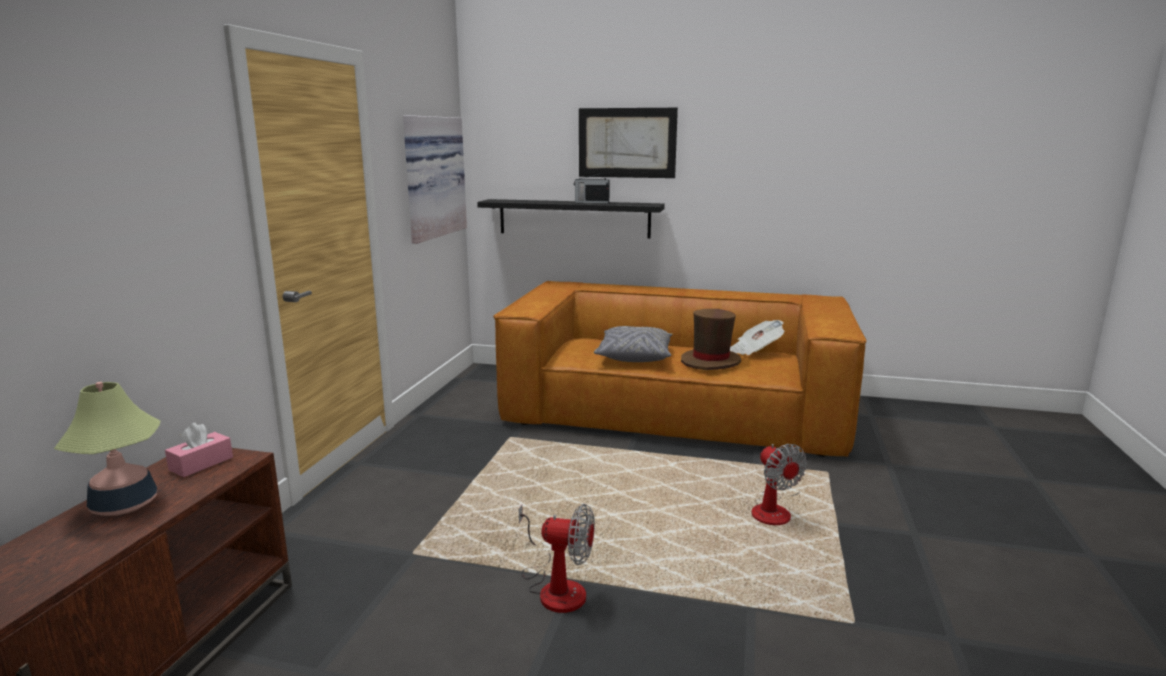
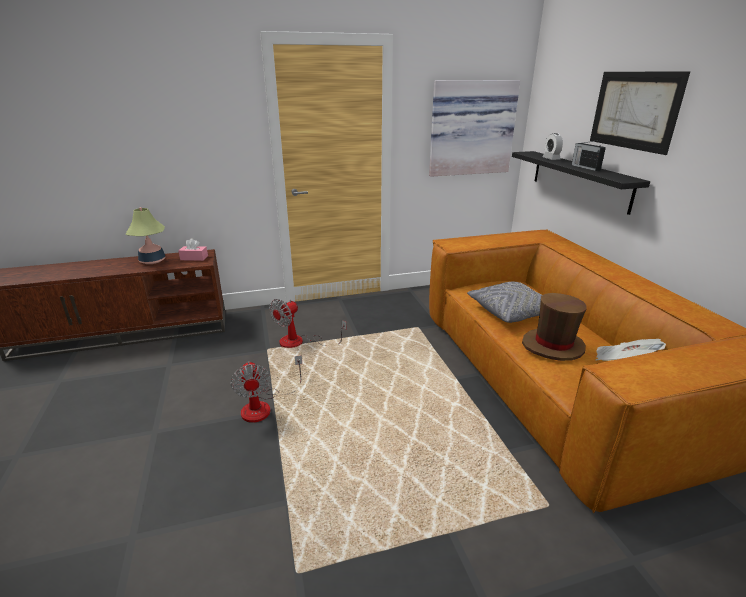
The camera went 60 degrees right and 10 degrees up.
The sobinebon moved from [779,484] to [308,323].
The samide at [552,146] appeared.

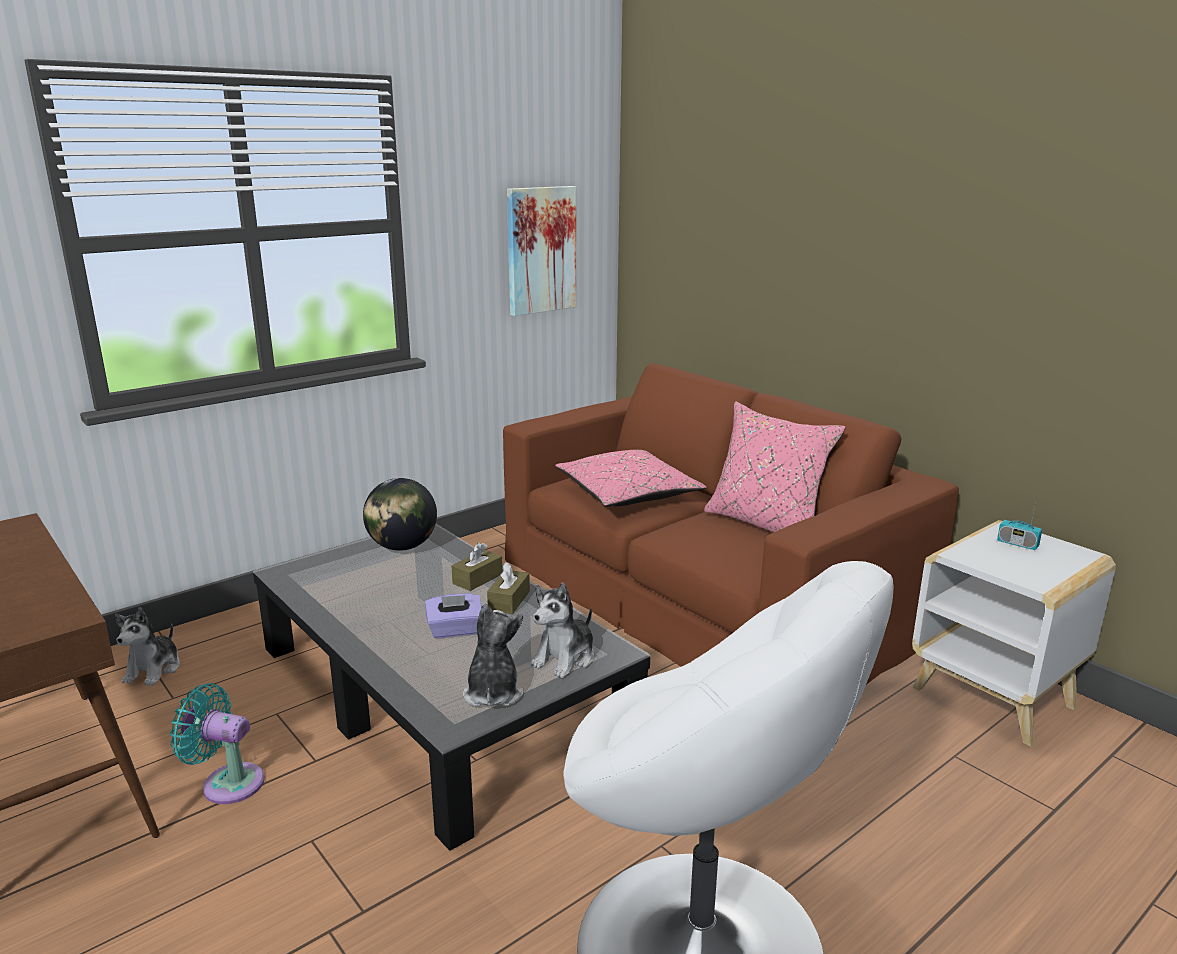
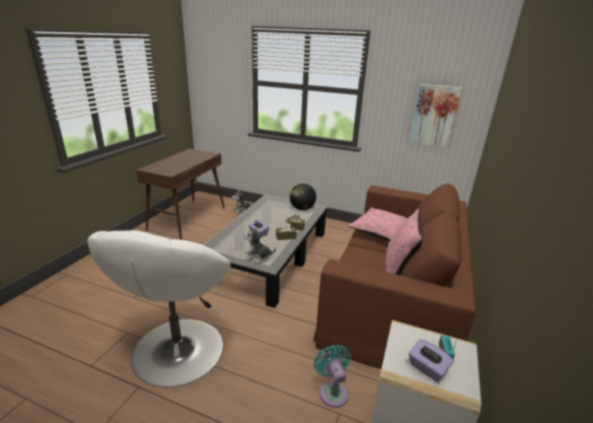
The camera went 60 degrees right and 5 degrees up.
The sobinebon (turquoise) moved from [217,743] to [332,376].
The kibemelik at [493,655] disappeared.
The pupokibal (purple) at [431,360] appeared.

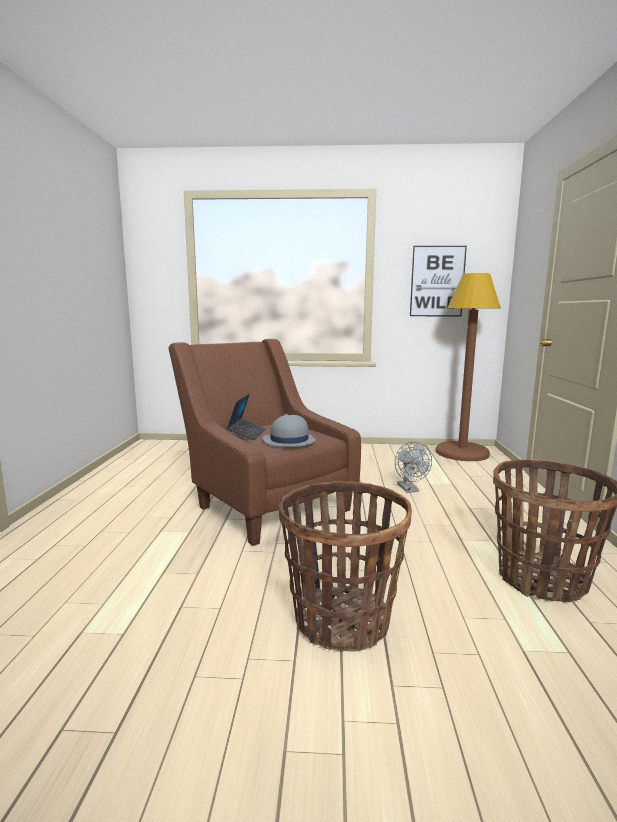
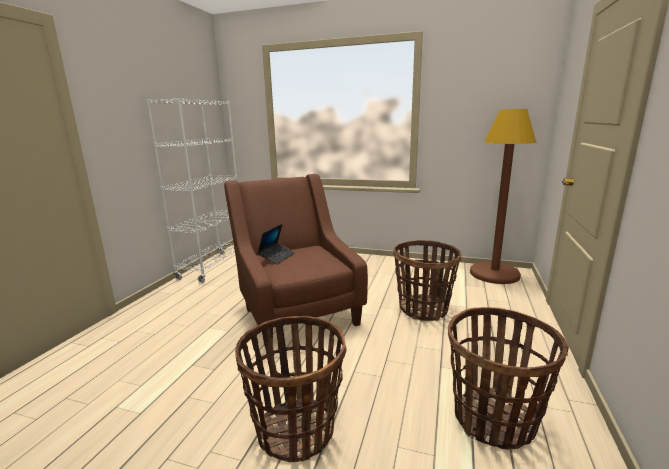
The camera went 15 degrees right and 5 degrees up.
The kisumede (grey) at [289,430] disappeared.
The sobinebon (grey) at [413,467] was replaced by the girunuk at [427,280].
The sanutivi at [438,281] disappeared.
The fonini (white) at [192,190] appeared.

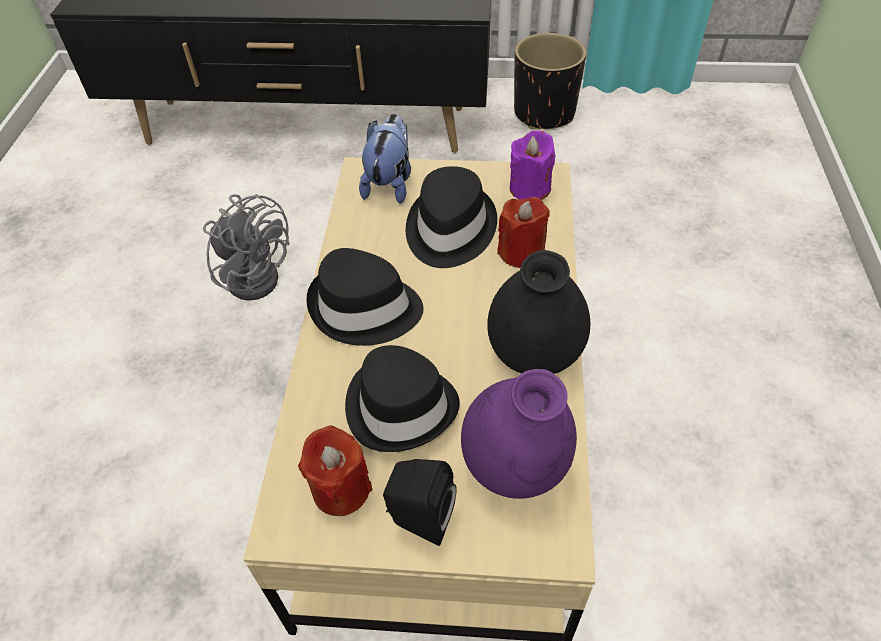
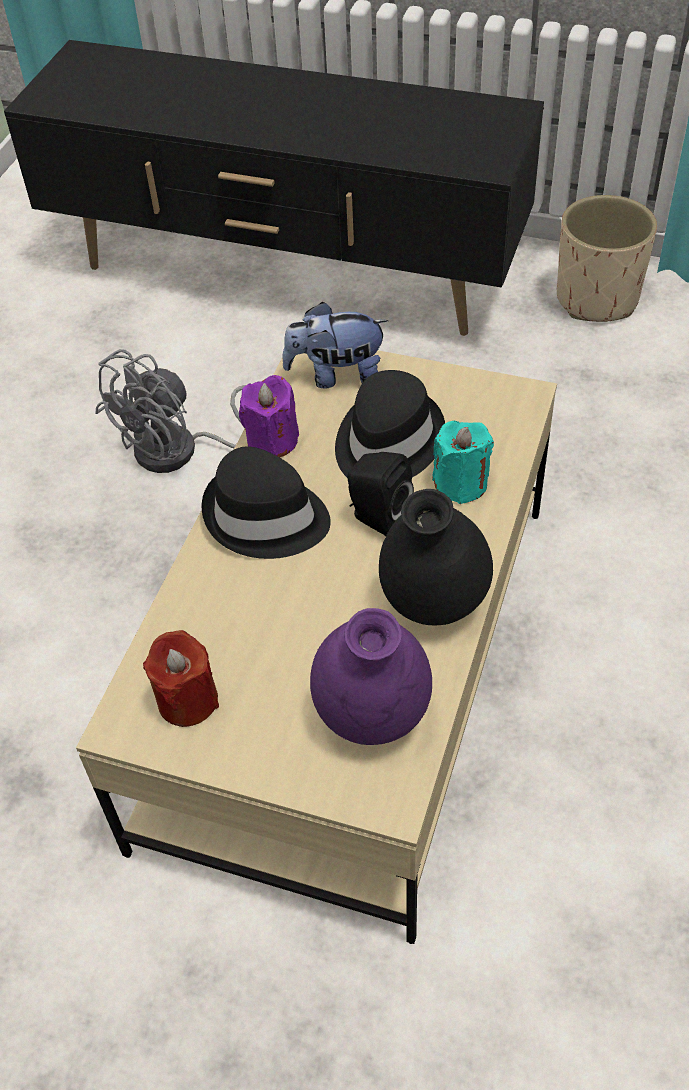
The camera went 15 degrees right and 0 degrees up.
The sobinebon (grey) at [246,247] turned 75 degrees clockwise.
The kisumede (black) at [402,398] disappeared.
The kibemelik at [385,159] turned 120 degrees counterclockwise.
The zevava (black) moved from [420,502] to [380,494].
The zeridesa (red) at [523,232] became the zeridesa (turquoise) at [463,462].
The zeridesa (purple) moved from [532,165] to [269,416].
The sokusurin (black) at [550,81] became the sokusurin (beige) at [607,258].

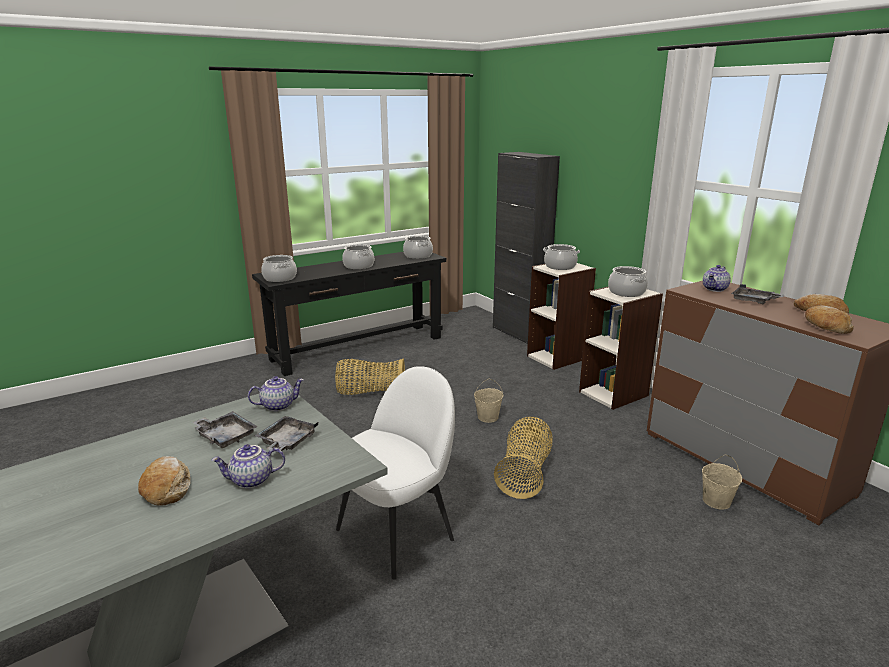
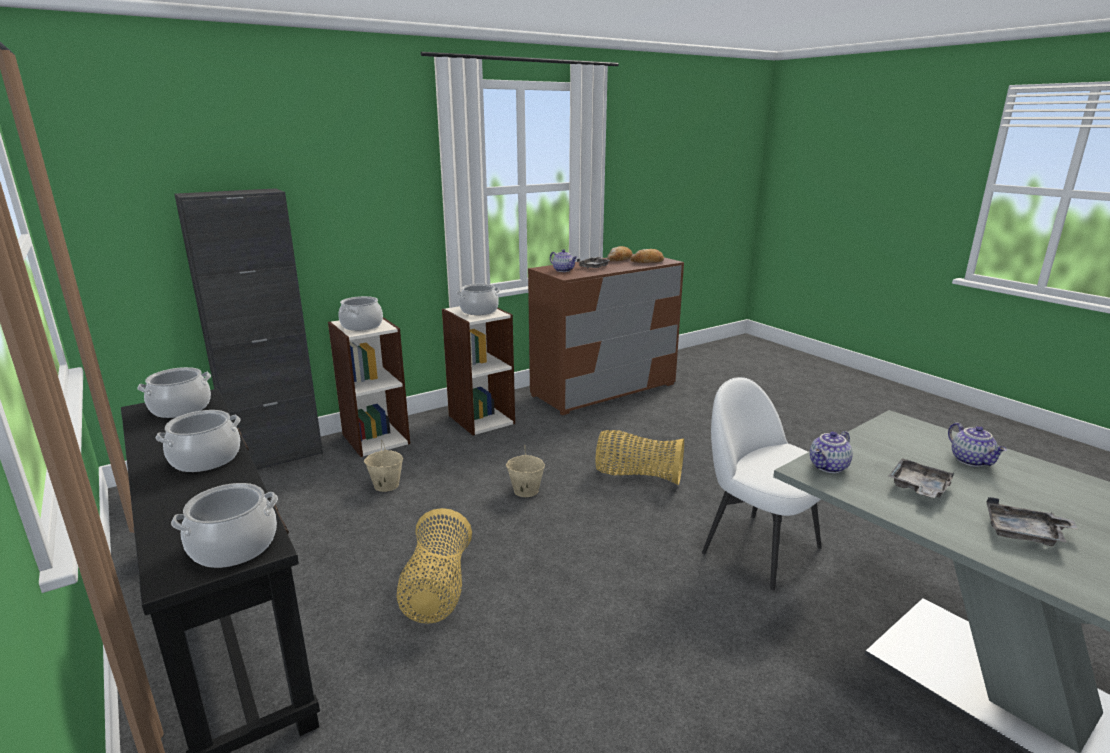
The camera went 90 degrees left and 0 degrees up.
The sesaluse at [164,480] disappeared.
The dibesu at [276,393] turned 105 degrees counterclockwise.
The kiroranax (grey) moved from [286,434] to [1032,521].
The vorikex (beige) moved from [722,481] to [383,466].

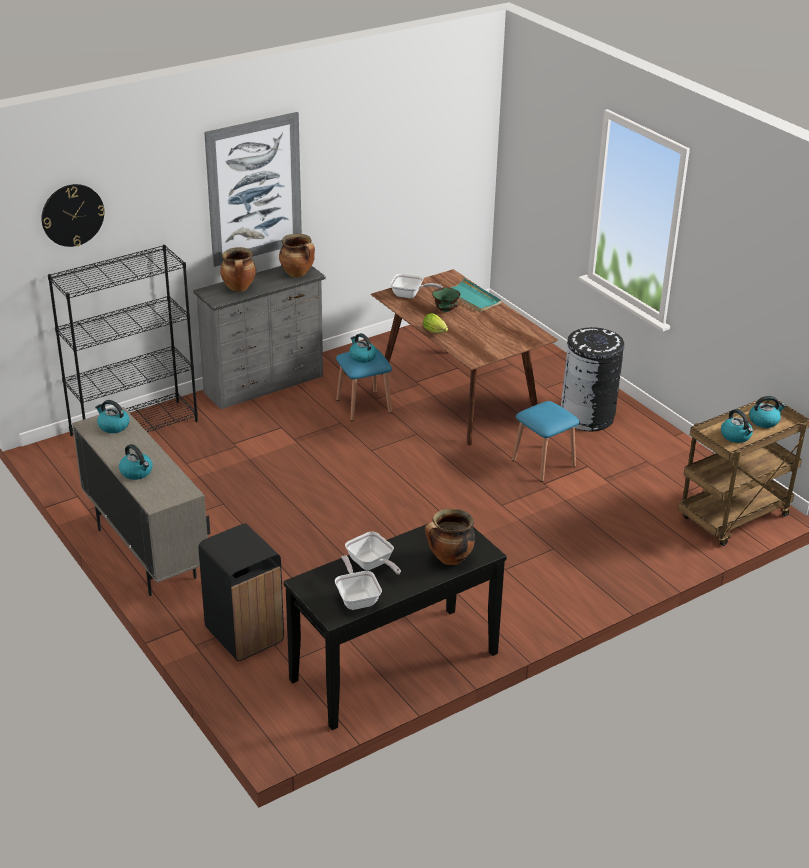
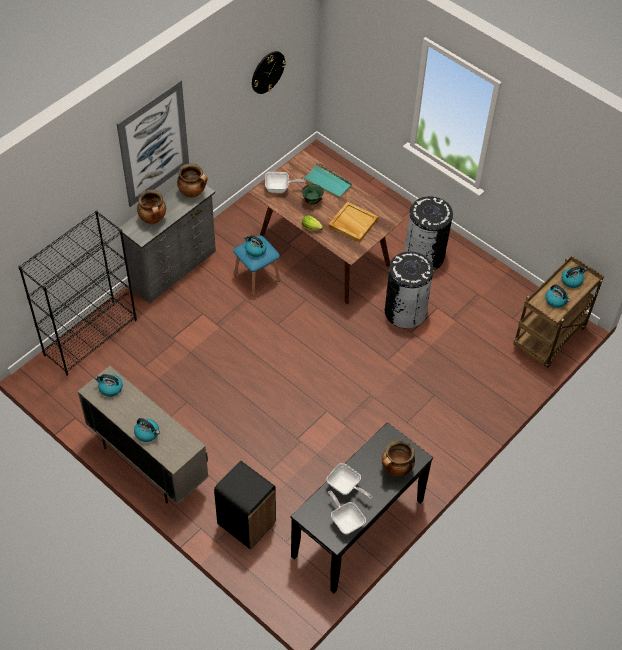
The camera went 15 degrees left and 20 degrees up.
The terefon moved from [73,215] to [269,72].
The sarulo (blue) at [546,441] was replaced by the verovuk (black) at [409,290].
The kiroranax (beige) at [353,222] appeared.

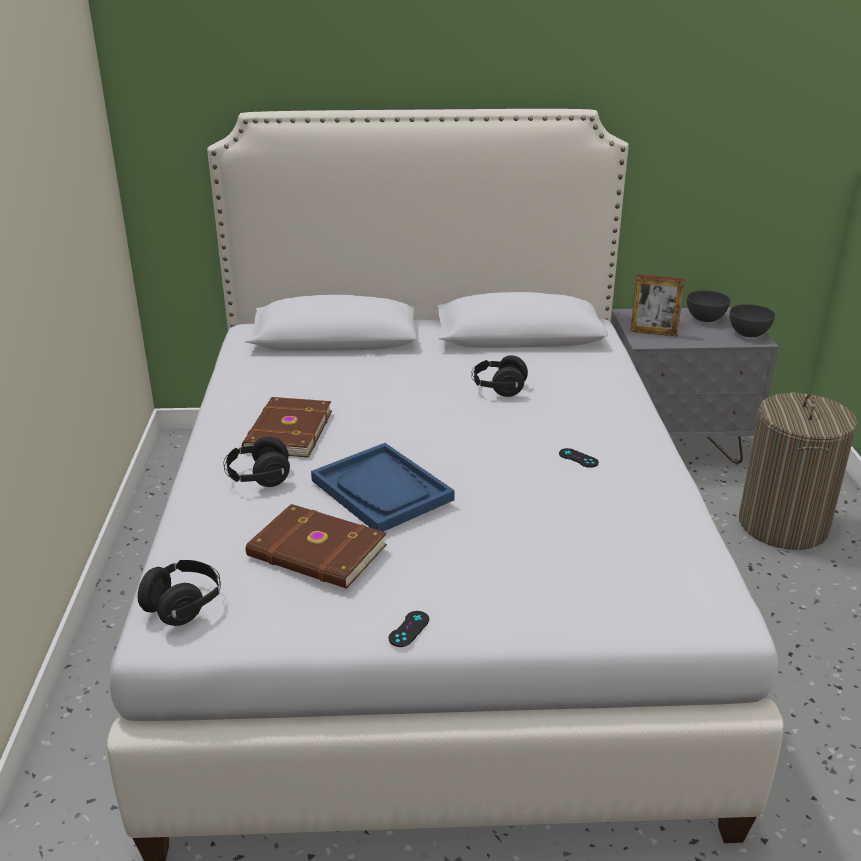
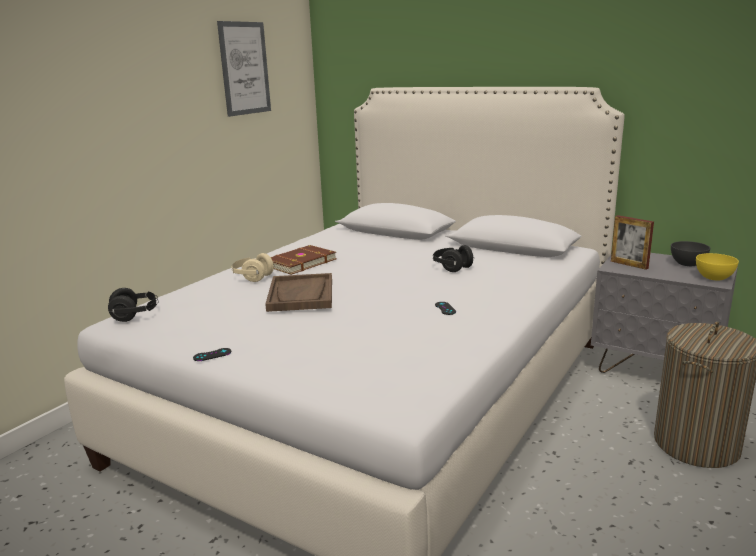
The camera went 35 degrees right and 10 degrees down.
The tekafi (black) at [256,462] became the tekafi (beige) at [252,267].
The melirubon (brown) at [316,546] disappeared.
The kiroranax (blue) at [383,487] became the kiroranax (brown) at [298,292].
The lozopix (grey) at [752,320] became the lozopix (yellow) at [717,266].
The sanutivi at [244,69] appeared.

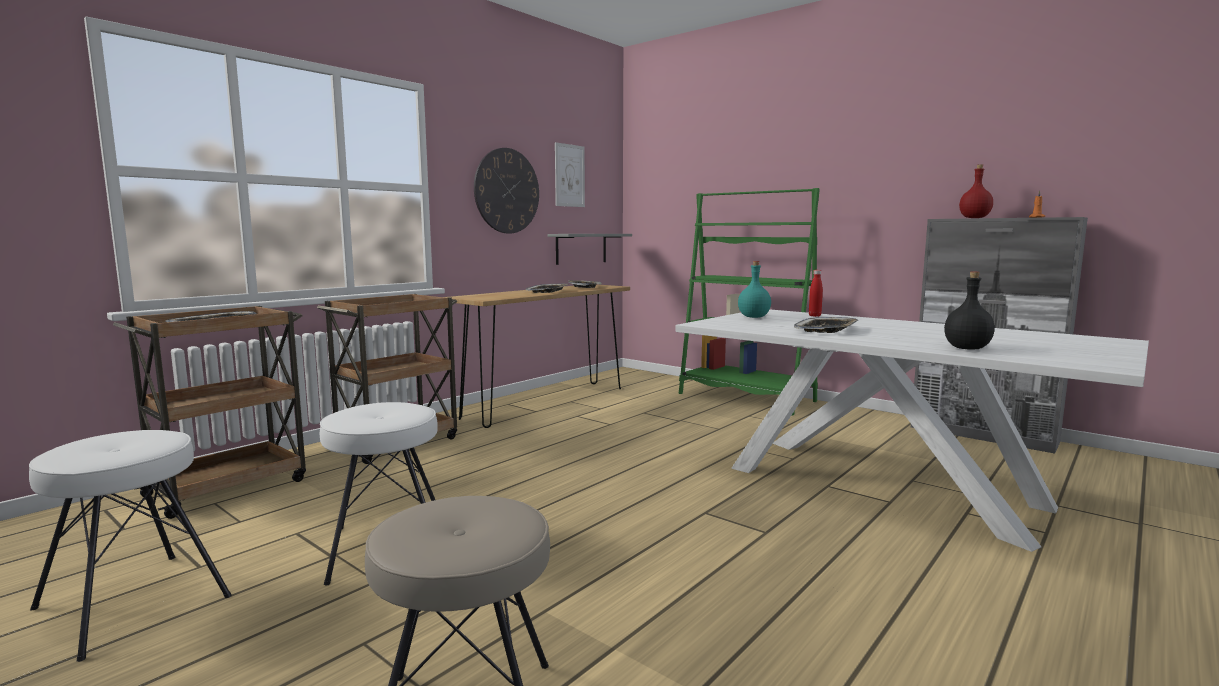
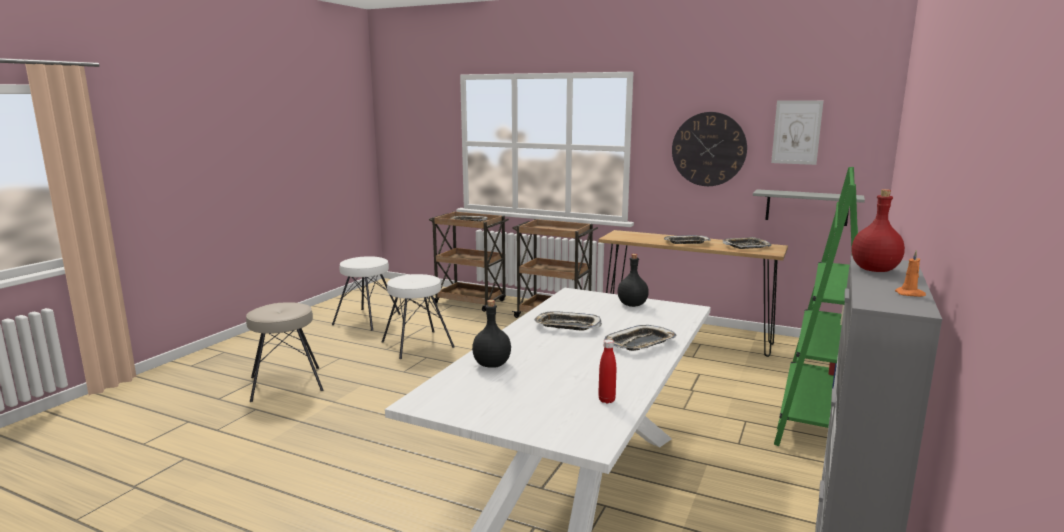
The camera went 75 degrees right and 5 degrees up.
The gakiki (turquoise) at [754,289] became the gakiki (black) at [633,280].
The gakiki (red) moved from [816,293] to [607,371].
The kiroranax at [640,338] appeared.

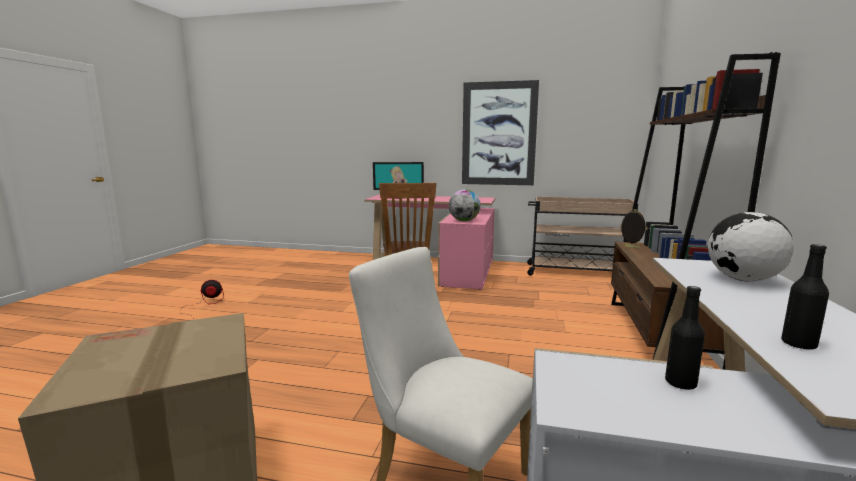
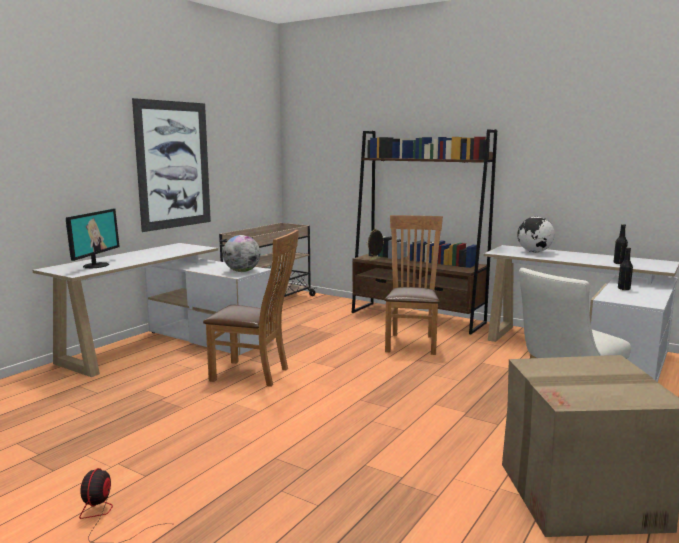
The camera went 70 degrees left and 0 degrees up.
The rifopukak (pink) at [429,242] became the rifopukak (white) at [153,310].
The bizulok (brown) at [414,285] appeared.

